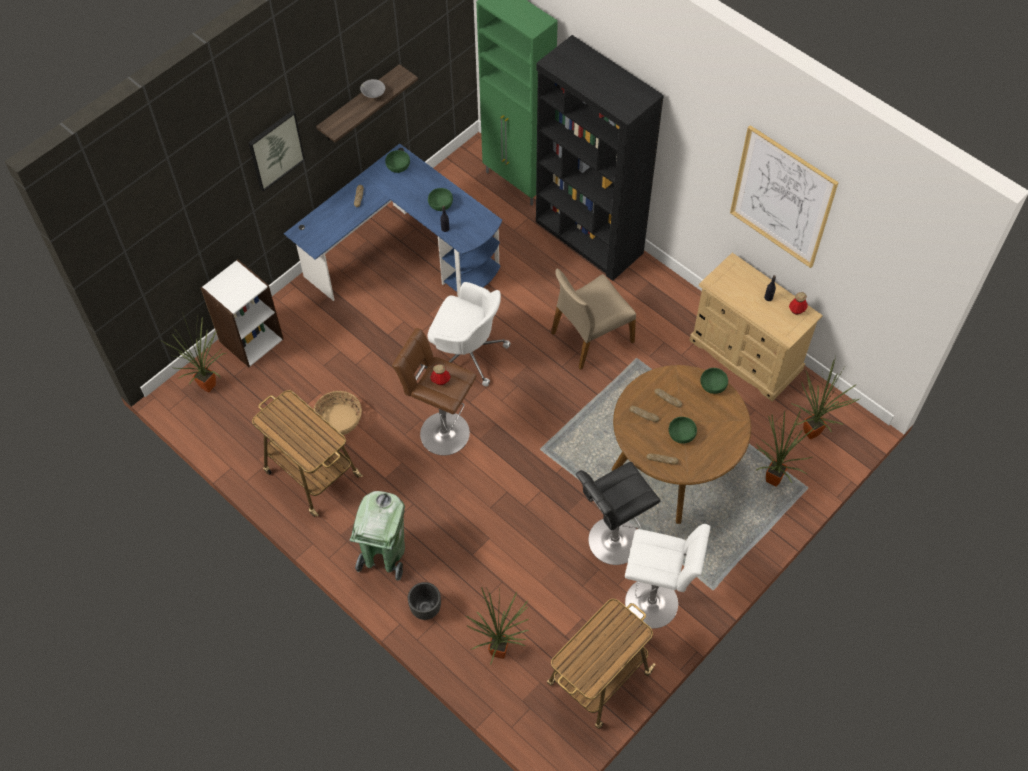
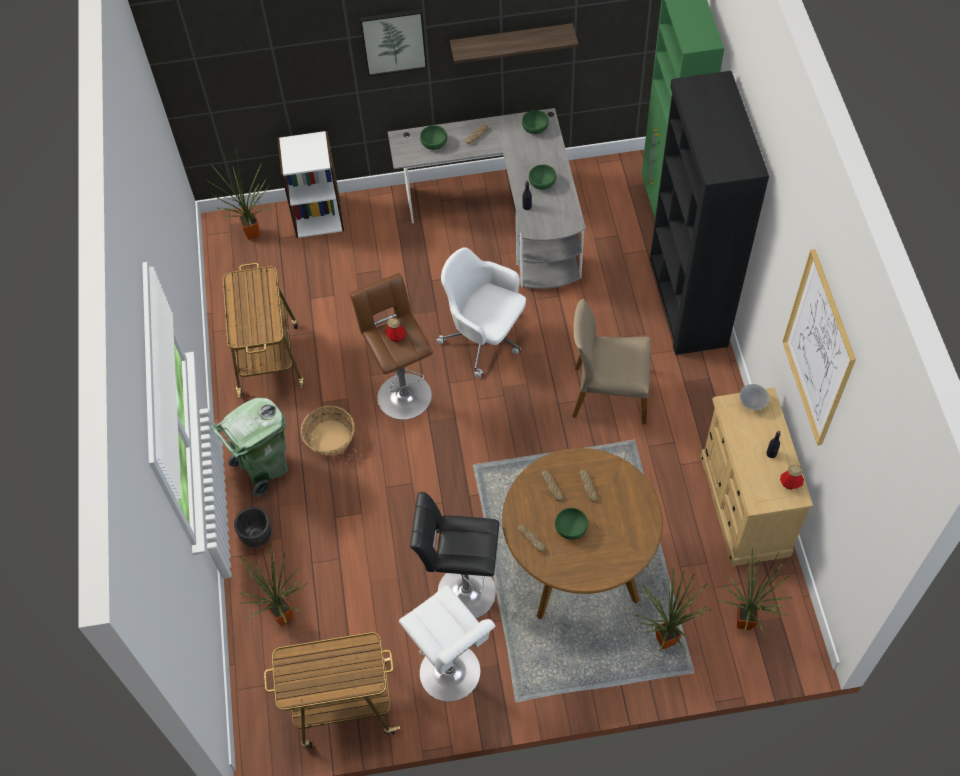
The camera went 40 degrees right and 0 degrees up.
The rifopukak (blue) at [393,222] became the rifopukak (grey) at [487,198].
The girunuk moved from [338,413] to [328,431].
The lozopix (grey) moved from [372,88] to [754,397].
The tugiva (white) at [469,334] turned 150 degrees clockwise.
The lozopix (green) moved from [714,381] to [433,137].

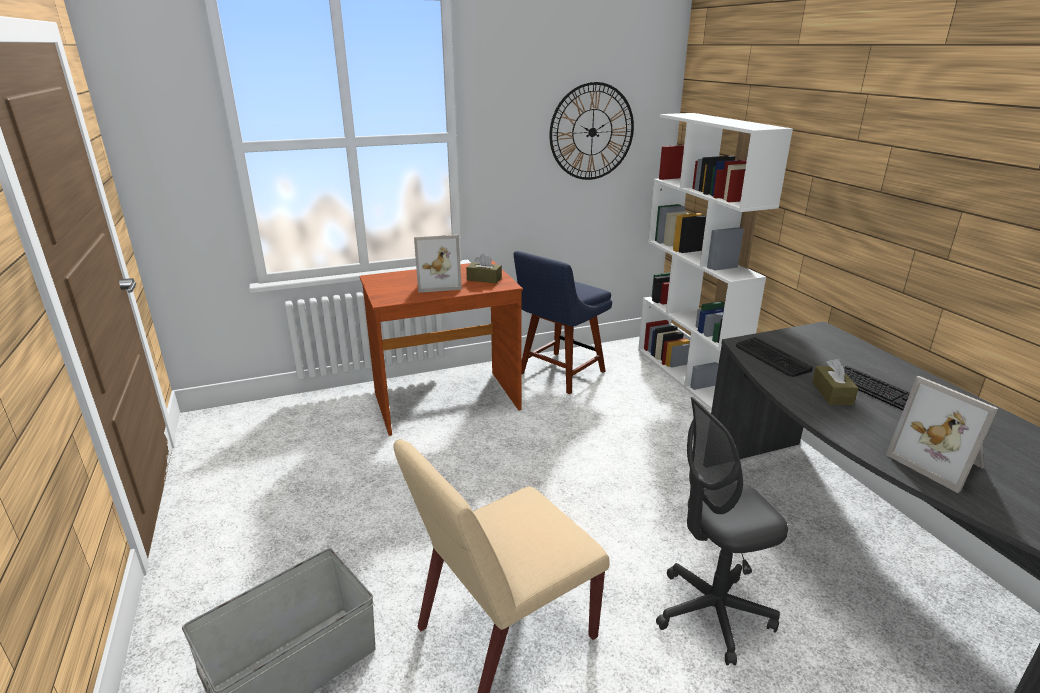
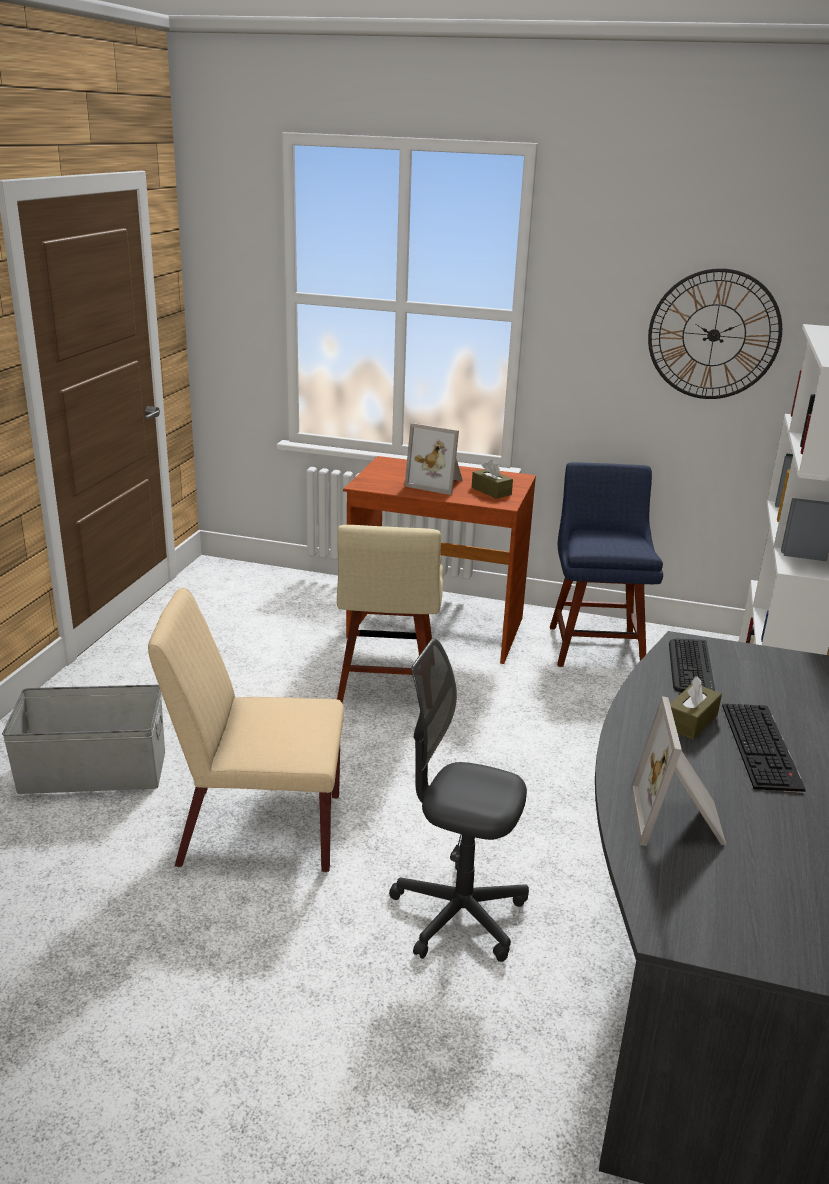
The camera went 35 degrees right and 0 degrees up.
The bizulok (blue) at [563,322] turned 105 degrees clockwise.
The bizulok (beige) at [390,614] appeared.

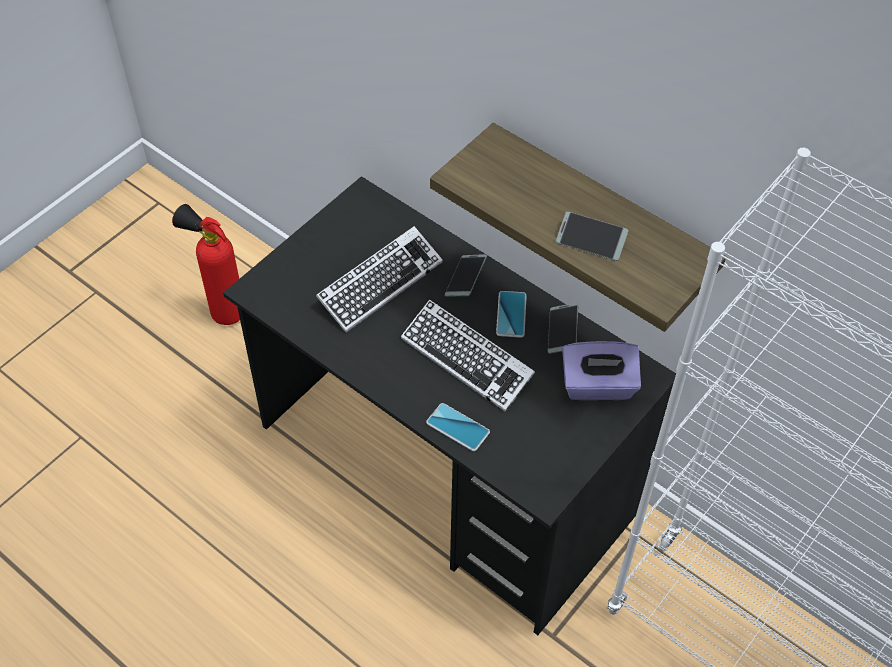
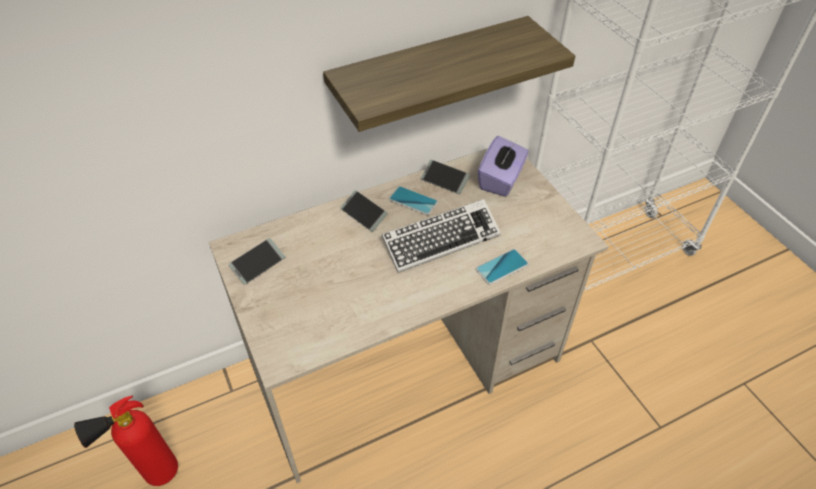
The camera went 65 degrees left and 5 degrees down.
The rifopukak (black) at [449,405] became the rifopukak (beige) at [409,312].
The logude at [379,279] disappeared.
The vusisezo moved from [592,236] to [257,261].

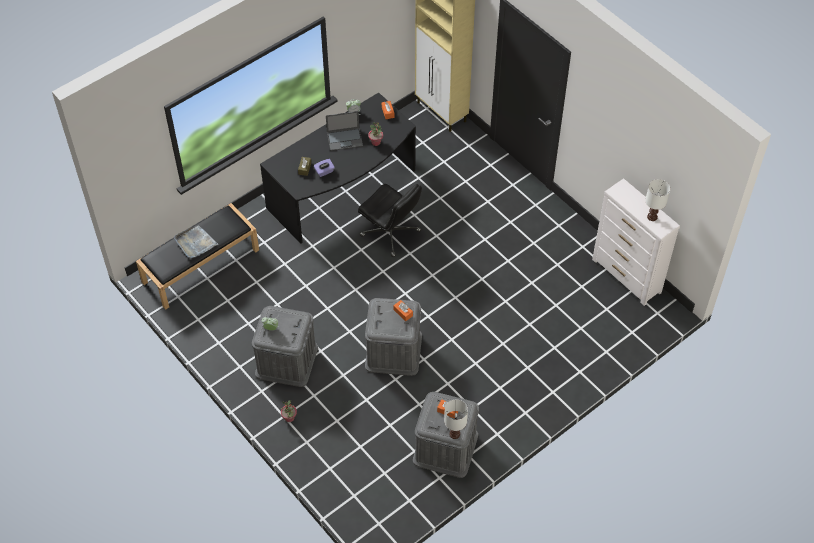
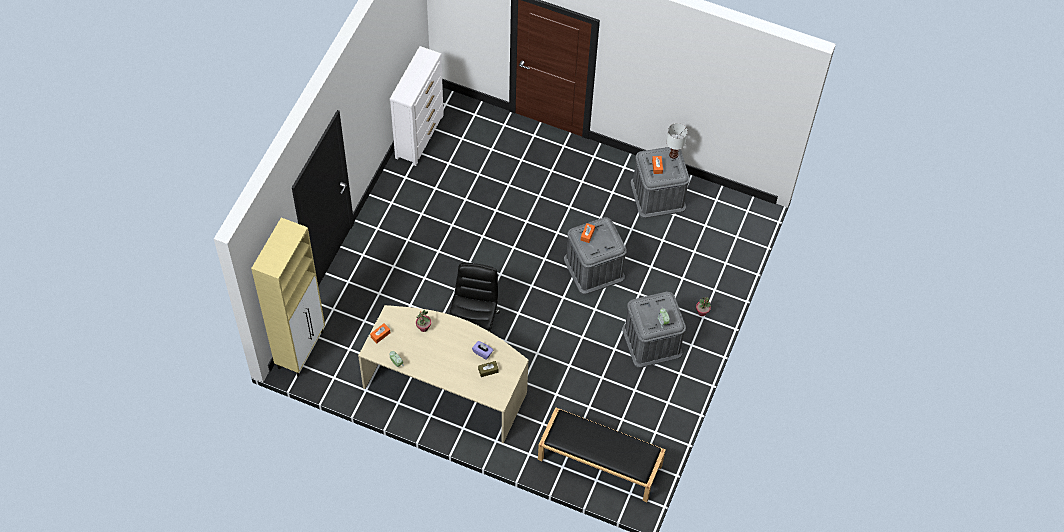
The camera went 120 degrees left and 5 degrees up.
The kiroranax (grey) at [196,241] disappeared.
The rifopukak (black) at [338,168] became the rifopukak (beige) at [443,374].
The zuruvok at [344,131] disappeared.
The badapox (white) at [657,200] disappeared.

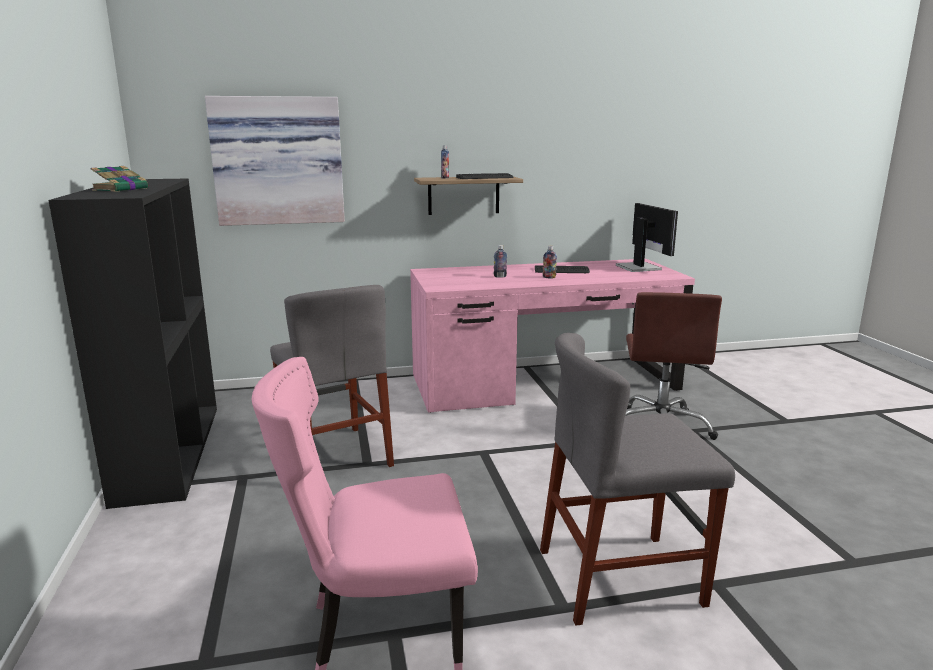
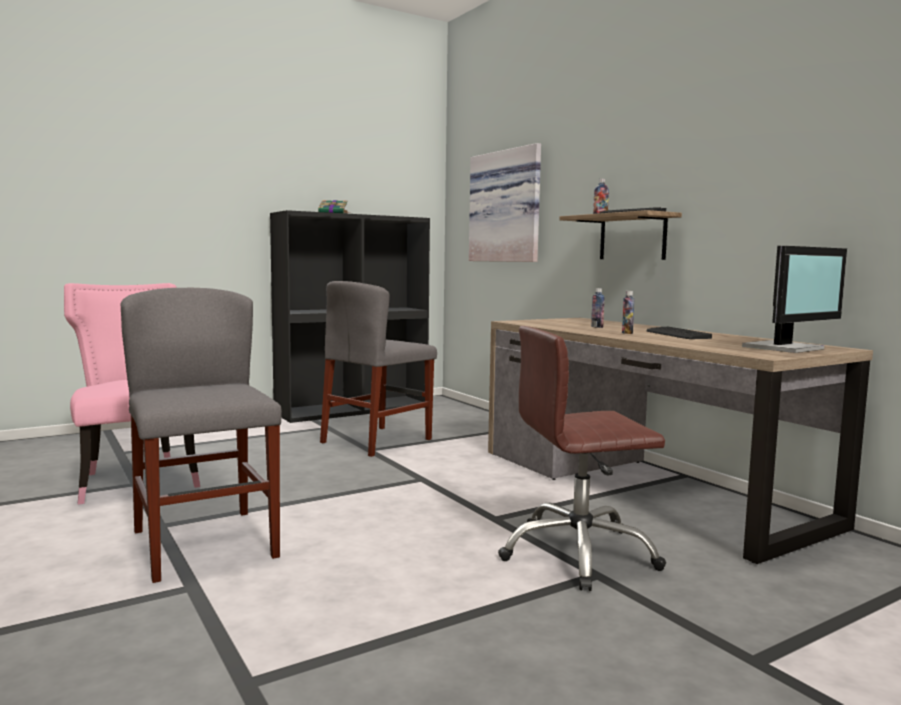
The camera went 70 degrees right and 10 degrees down.
The rifopukak (pink) at [552,336] became the rifopukak (brown) at [680,441].

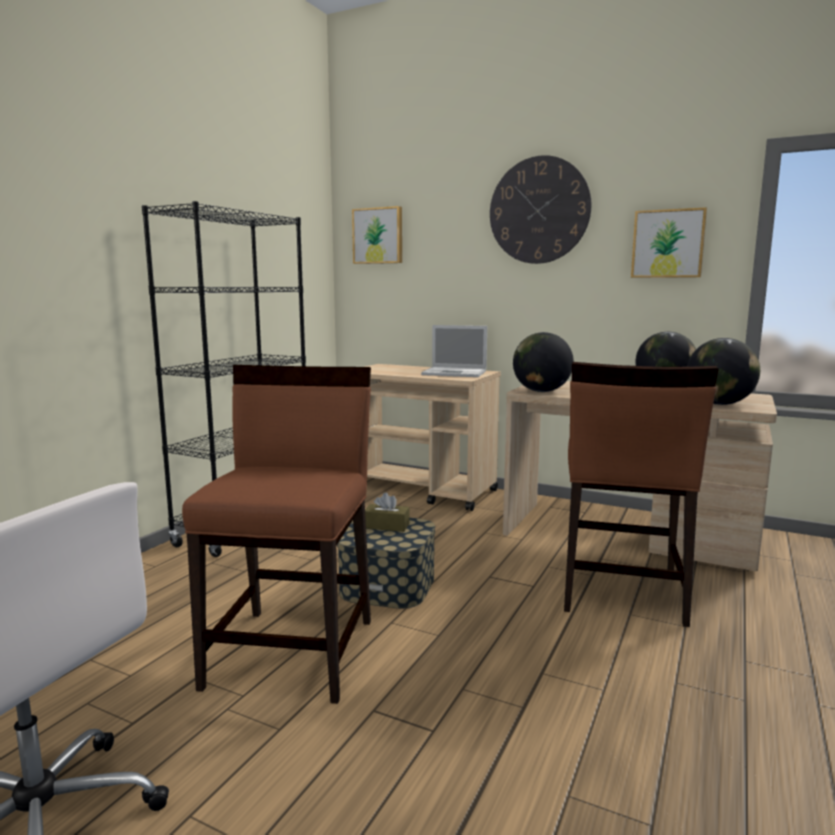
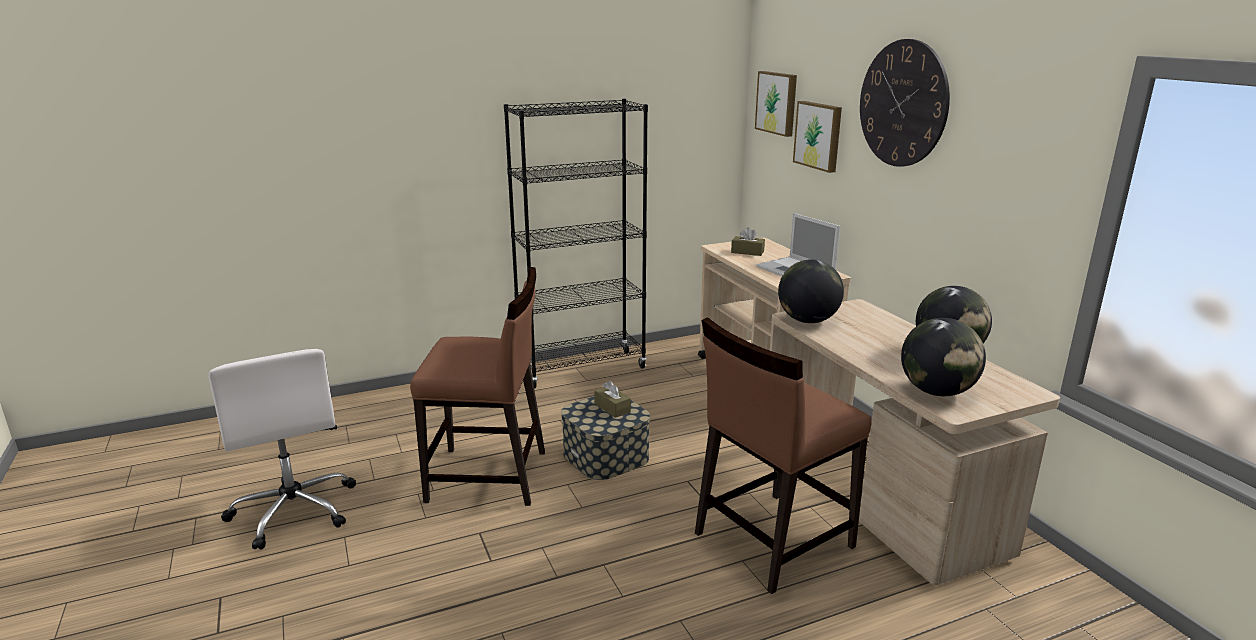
The camera went 40 degrees right and 10 degrees up.
The bizulok (brown) at [276,534] turned 45 degrees clockwise.
The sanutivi moved from [669,242] to [817,137].
The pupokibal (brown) at [748,241] appeared.

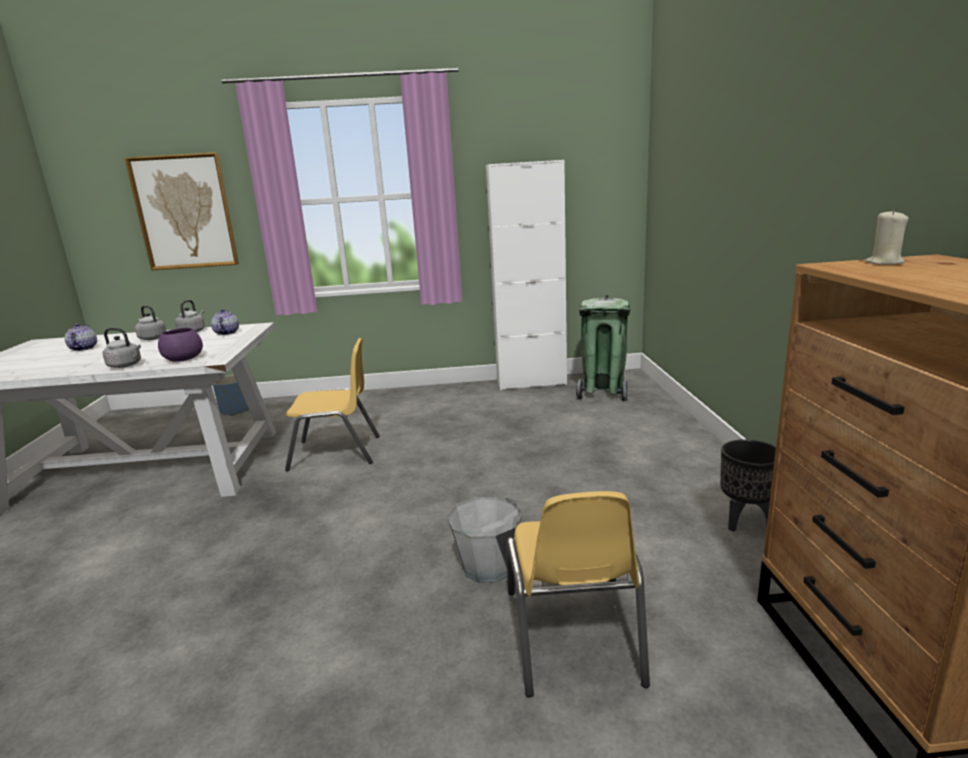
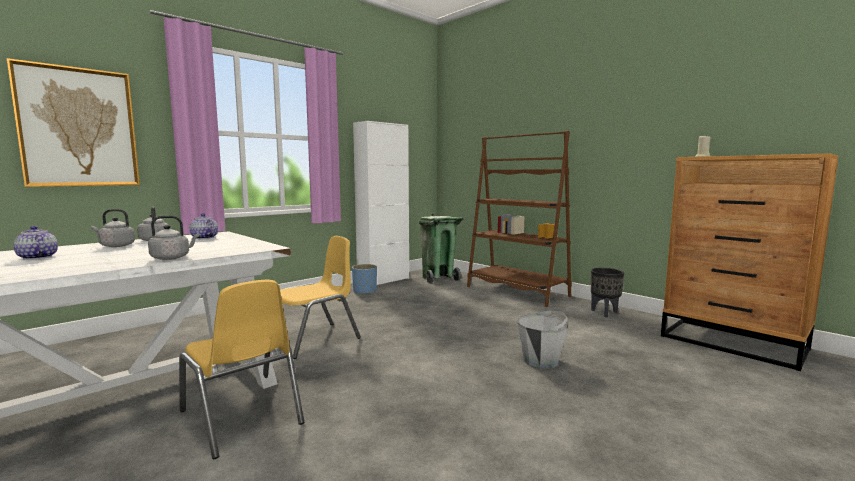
The camera went 40 degrees left and 10 degrees down.
The lozopix (purple) at [180,344] disappeared.
The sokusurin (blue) moved from [231,395] to [364,279].
The bizulok (yellow) moved from [578,594] to [241,369].
The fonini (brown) at [519,219] appeared.

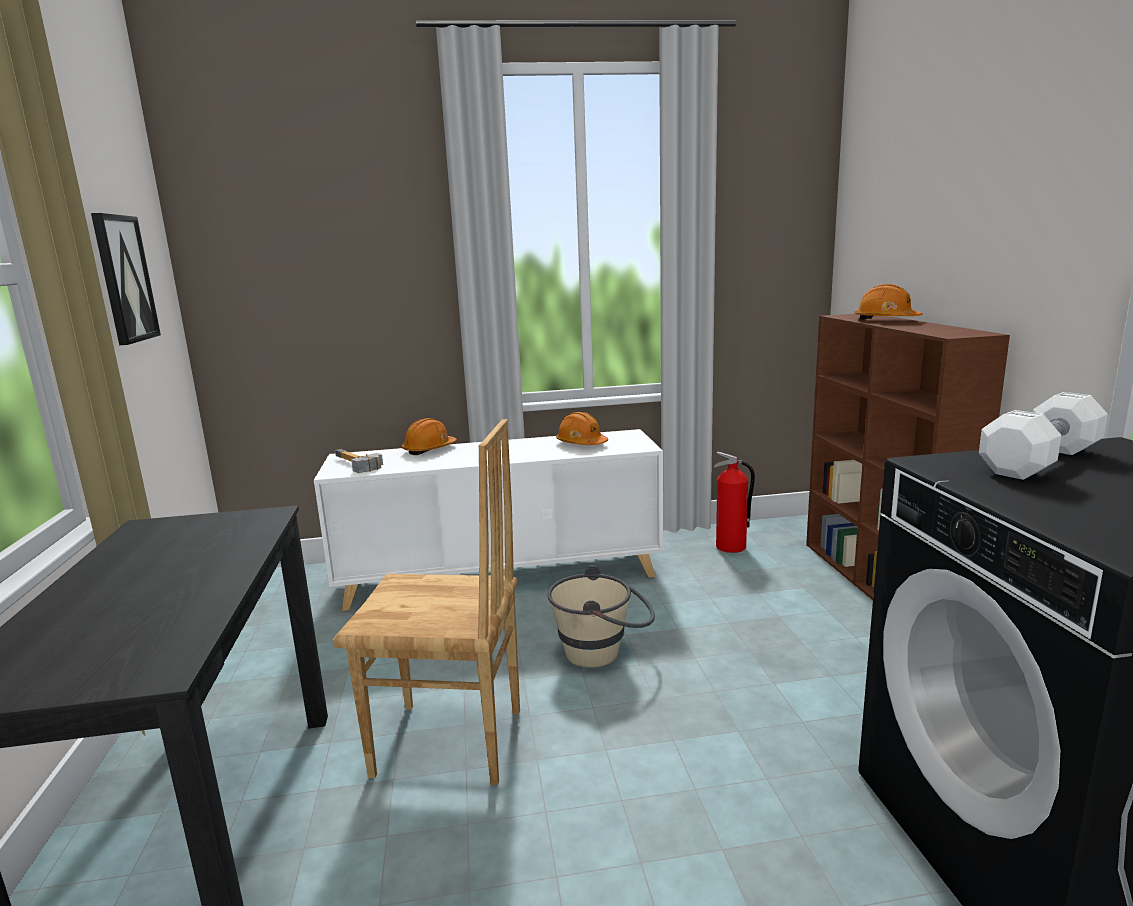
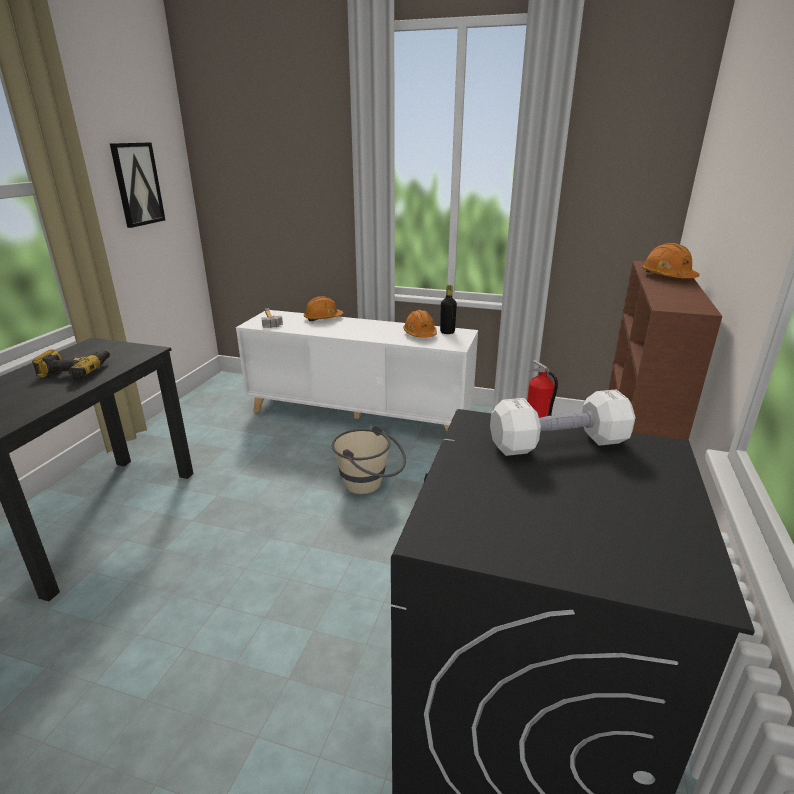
The camera went 25 degrees right and 10 degrees up.
The bizulok (brown) at [426,602] disappeared.
The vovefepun at [71,365] appeared.
The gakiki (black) at [448,309] appeared.

